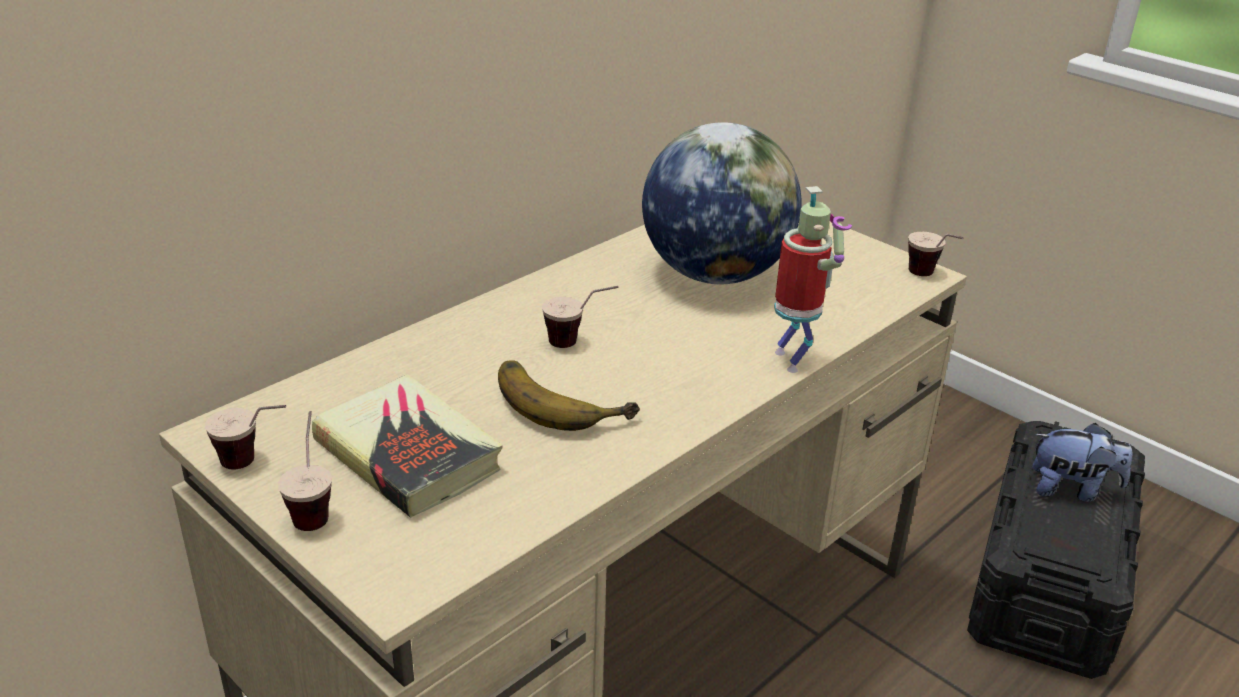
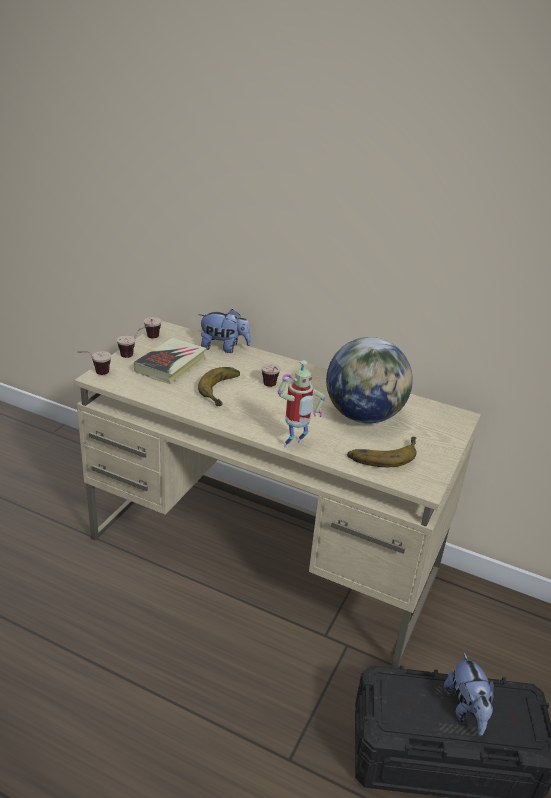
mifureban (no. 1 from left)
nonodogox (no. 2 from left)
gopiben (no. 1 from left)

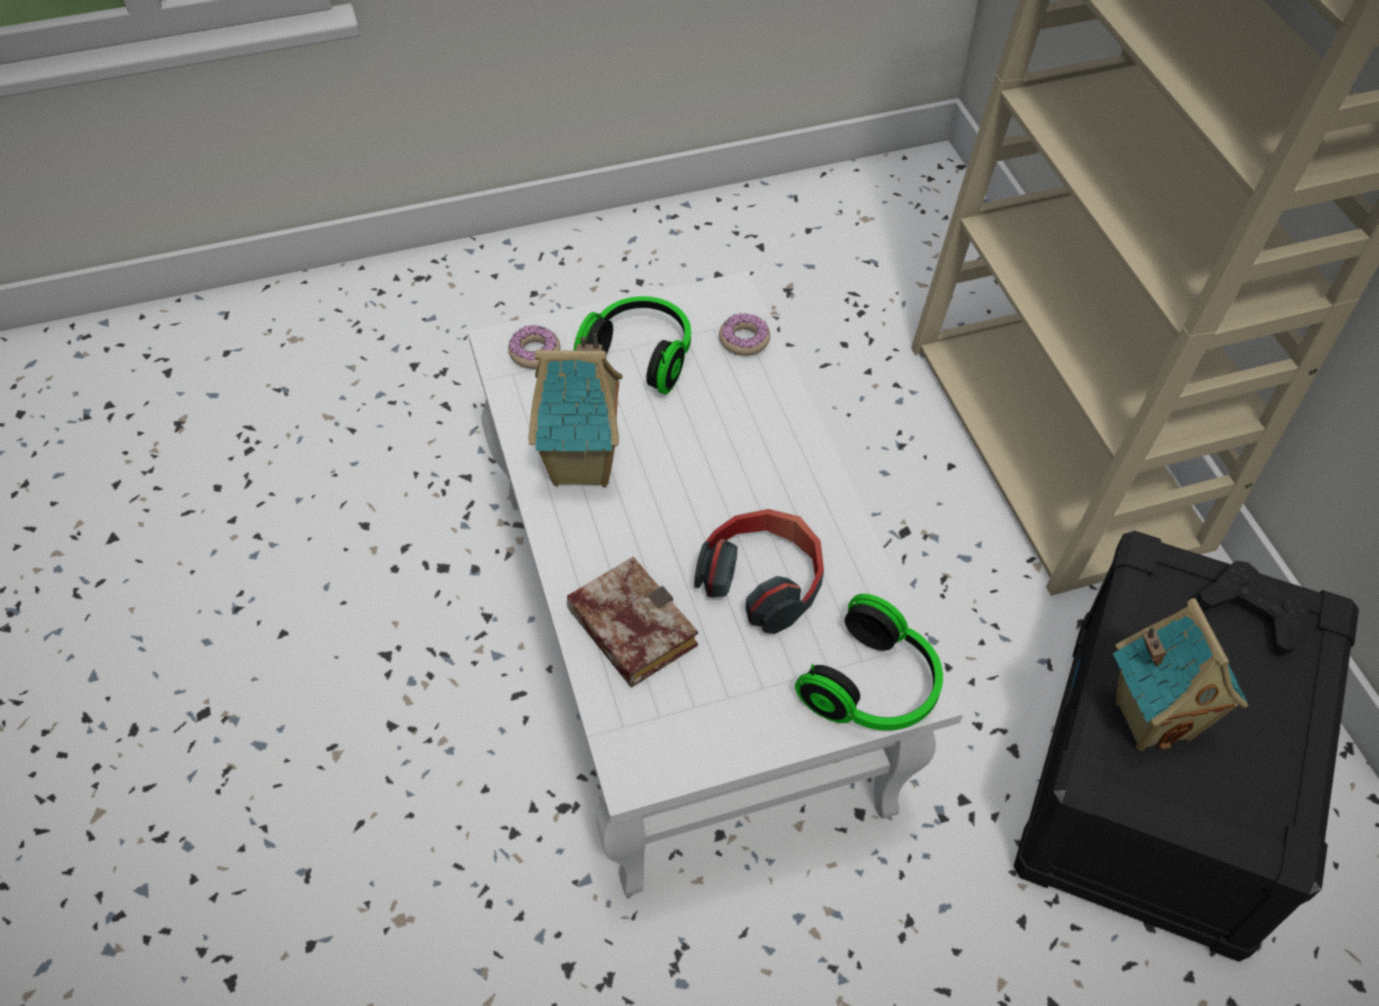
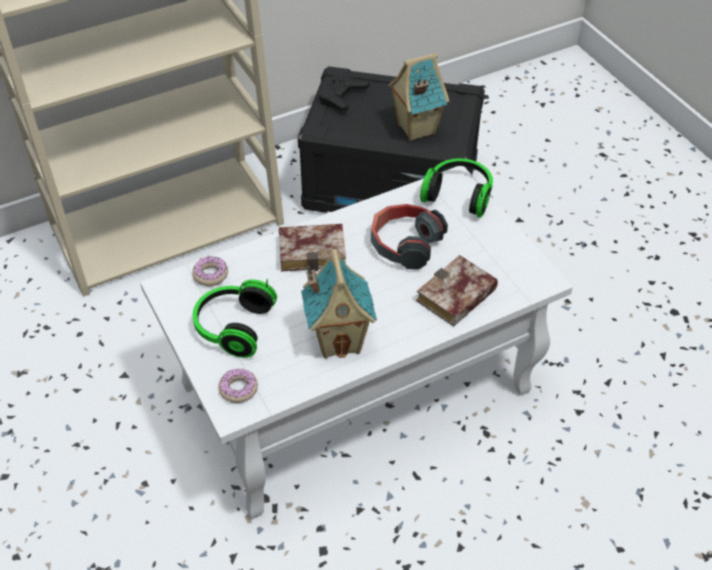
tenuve (no. 1 from left)

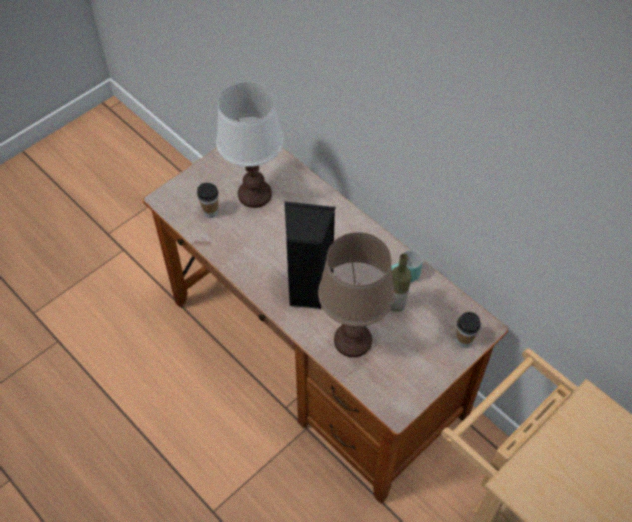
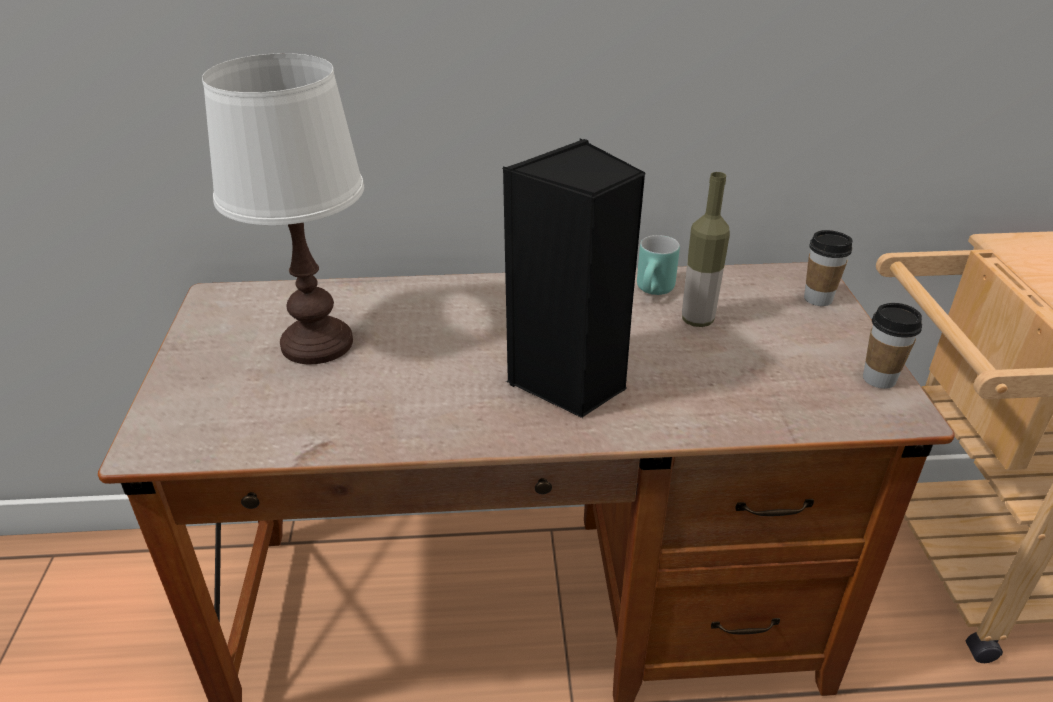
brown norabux
gopiben (no. 2 from left)

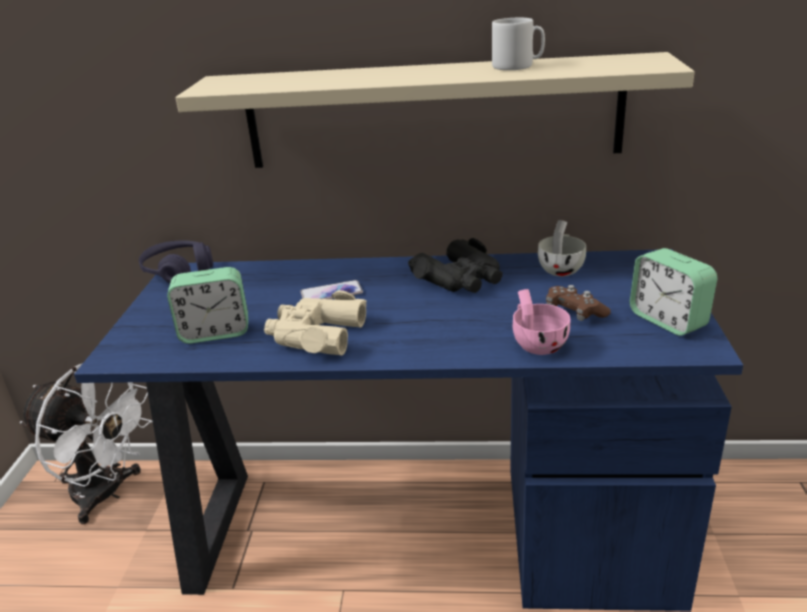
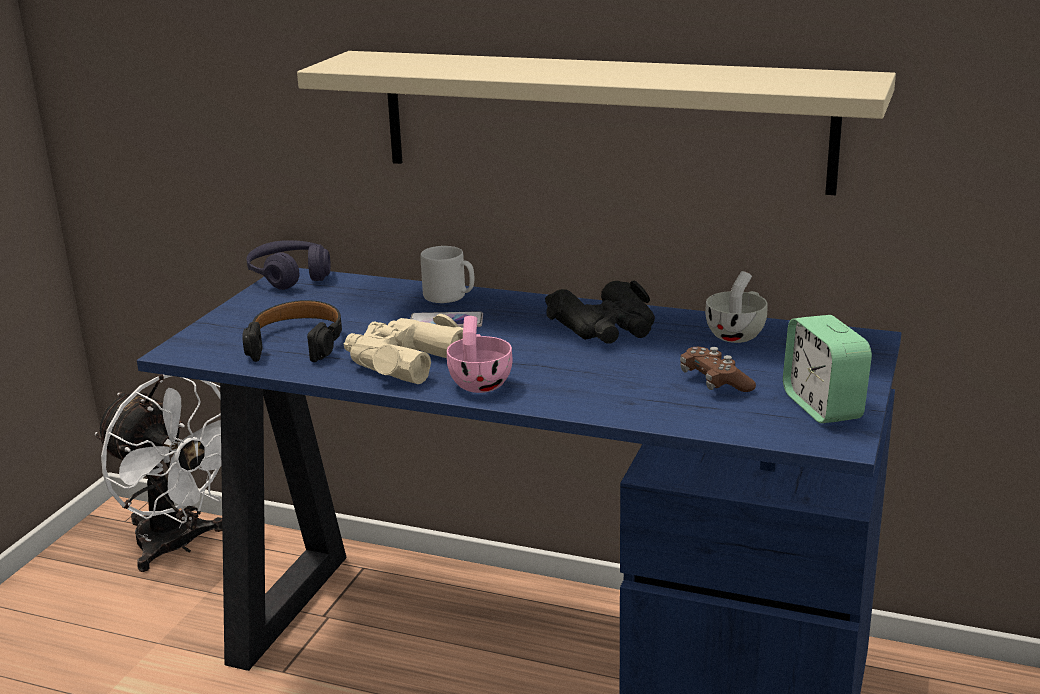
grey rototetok
pink gopiben
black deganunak

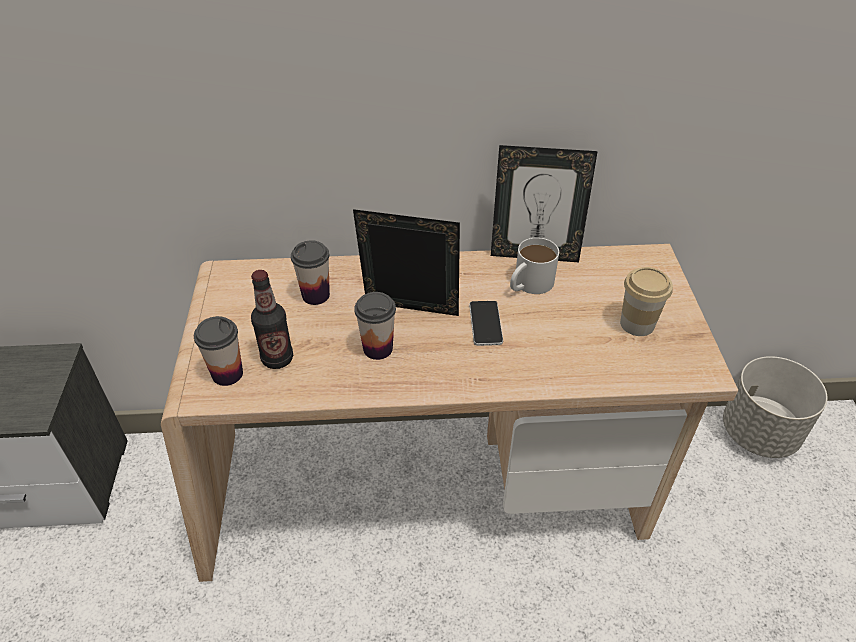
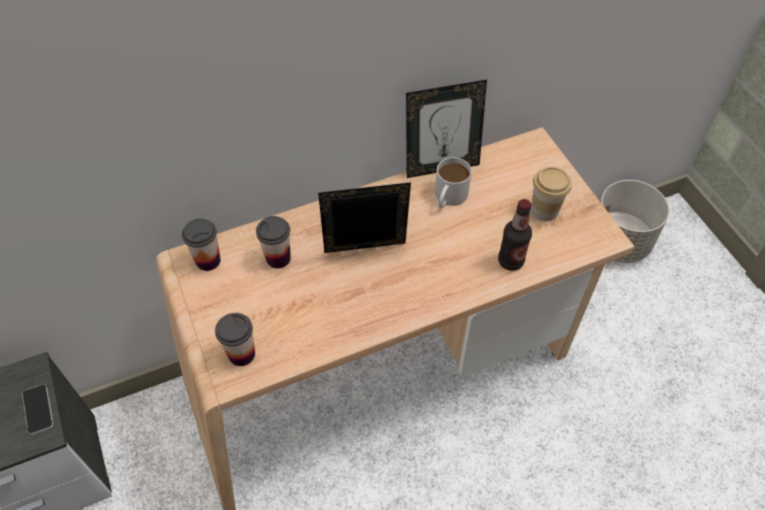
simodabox
gopiben (no. 1 from left)
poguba

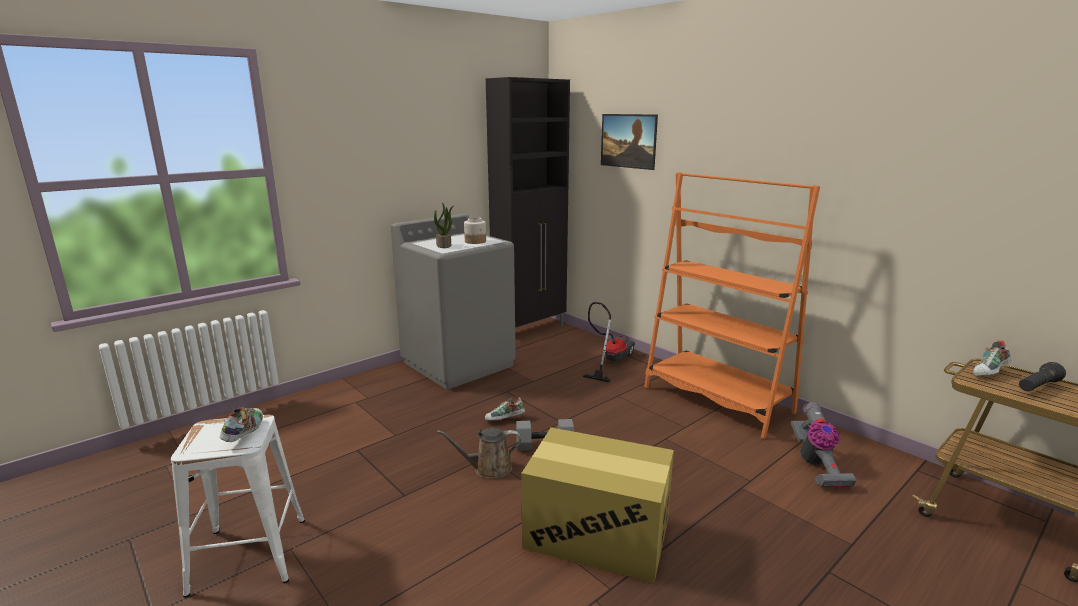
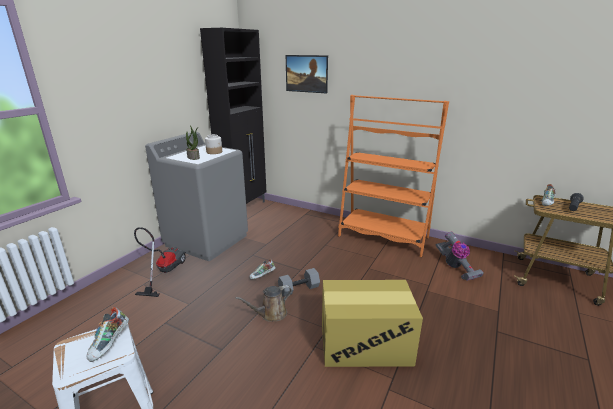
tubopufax (no. 1 from left)
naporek (no. 1 from left)

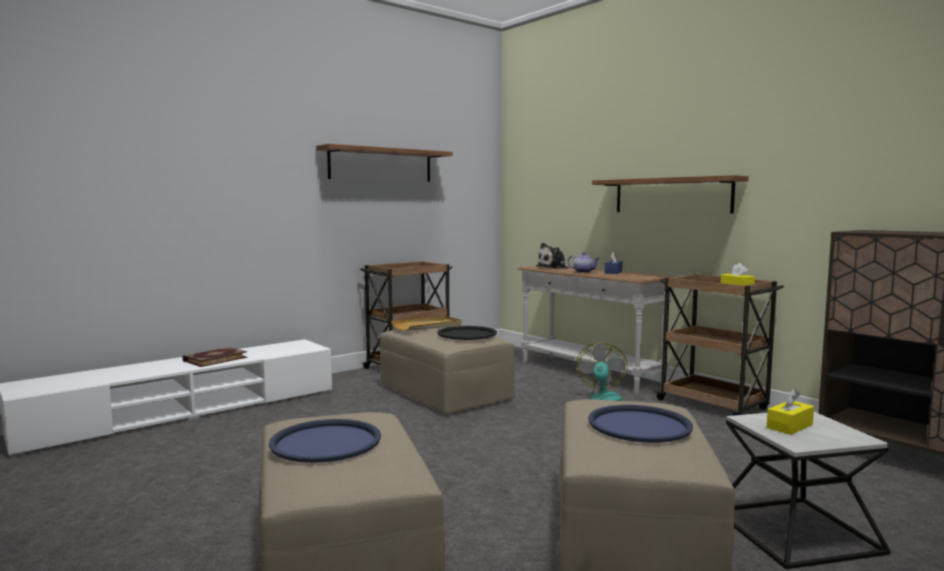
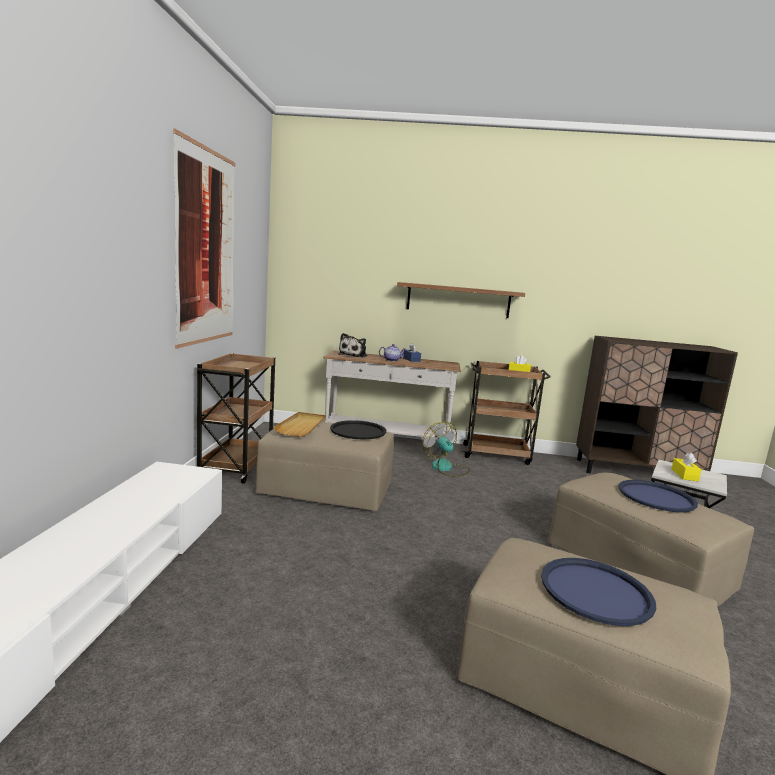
tenuve
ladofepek

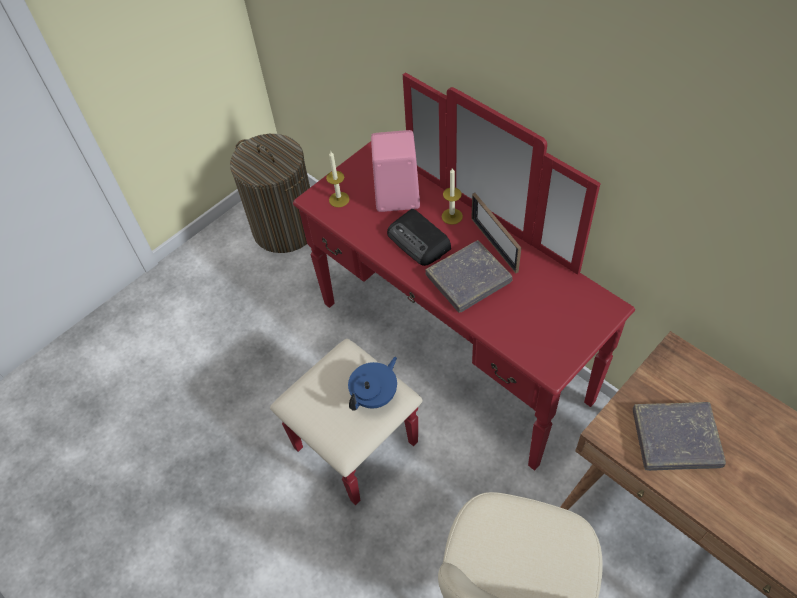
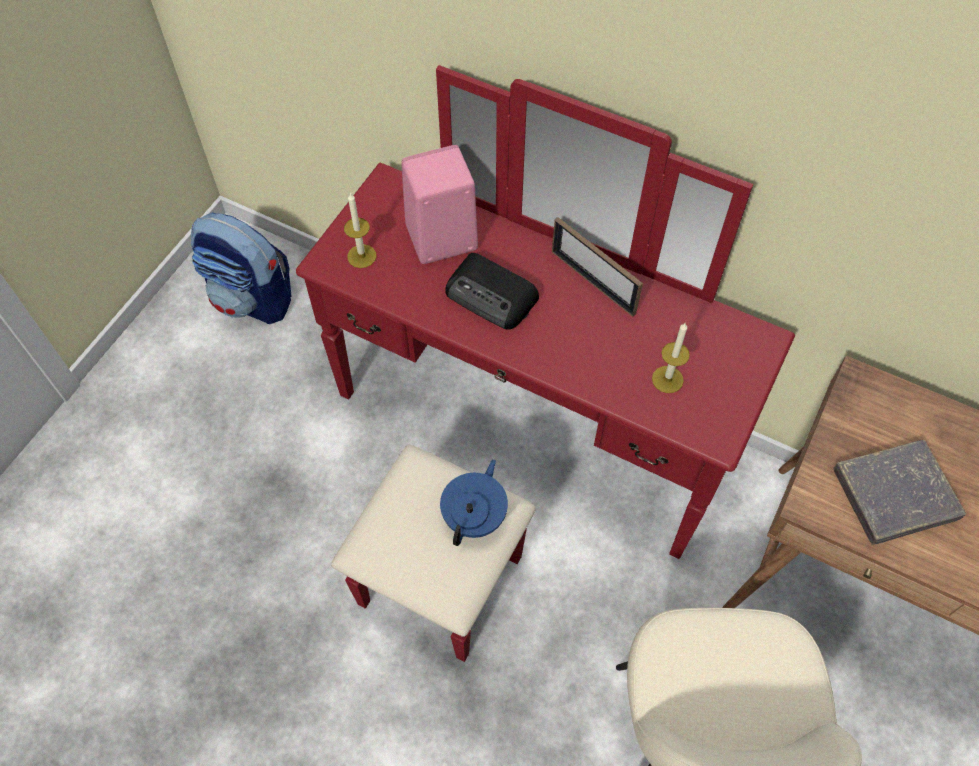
grey tenuve (no. 1 from left in the first image)
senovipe (no. 2 from left)
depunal

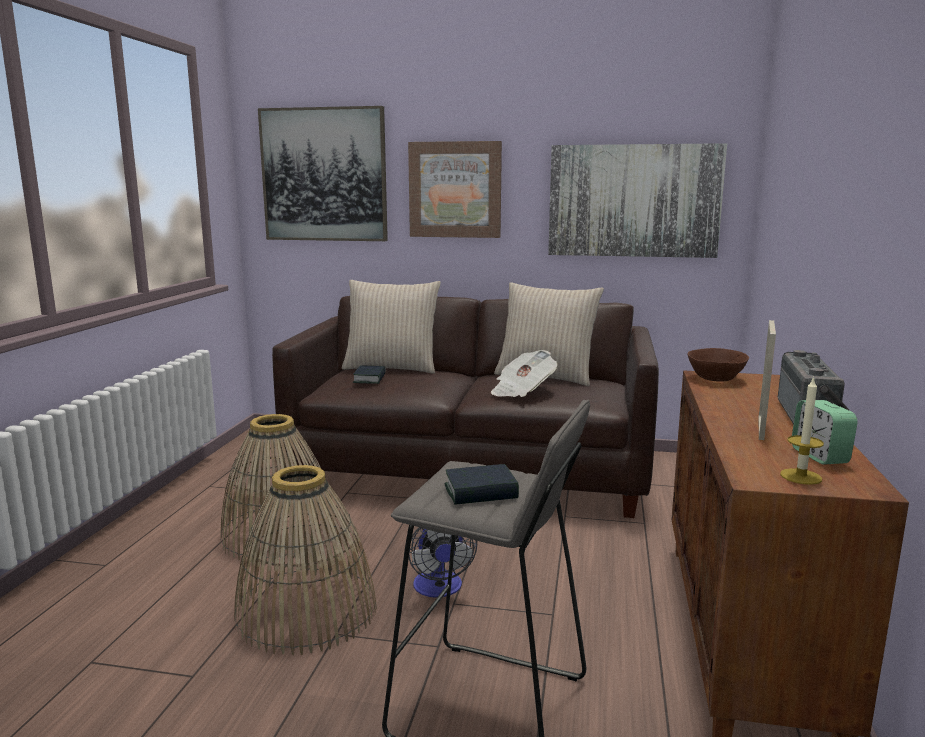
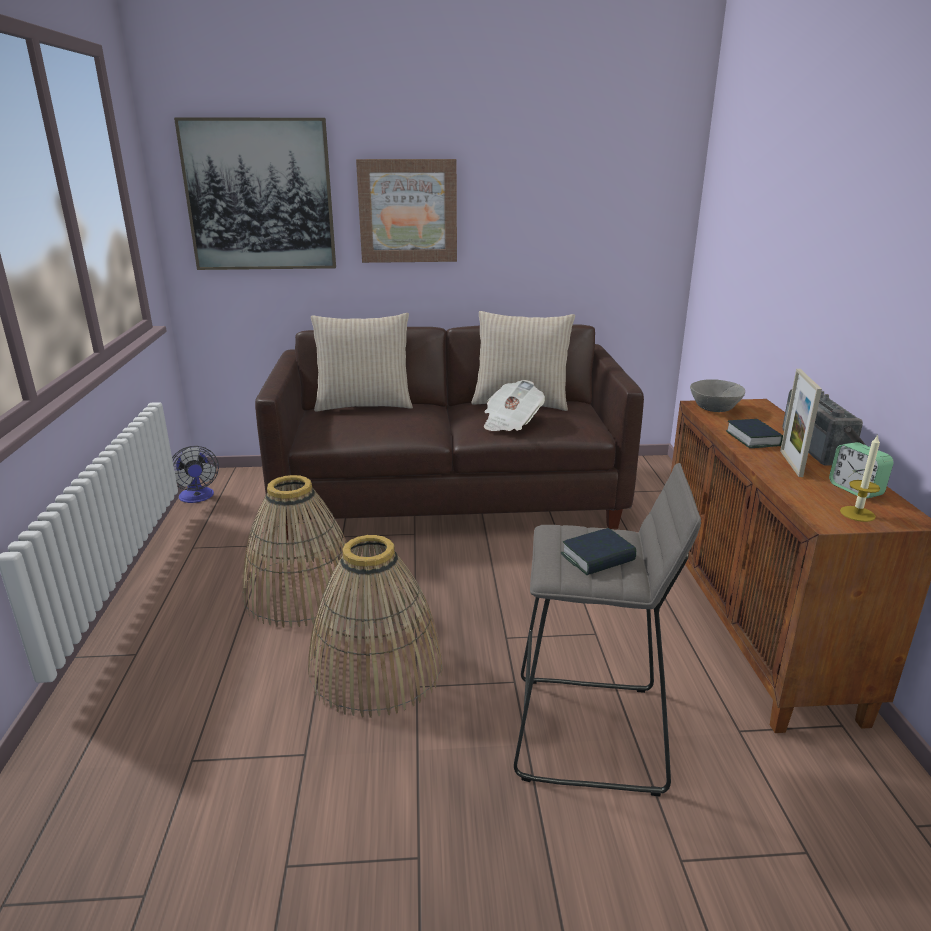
ladofepek (no. 3 from left in the first image)
tenuve (no. 2 from left)
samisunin
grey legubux

